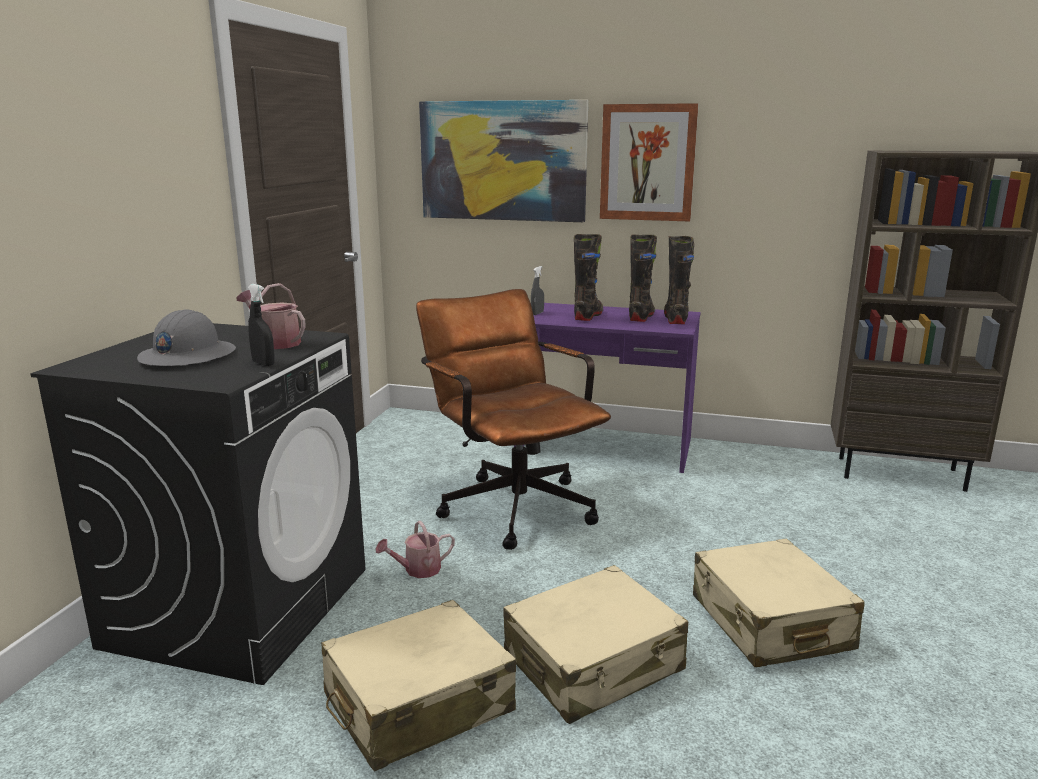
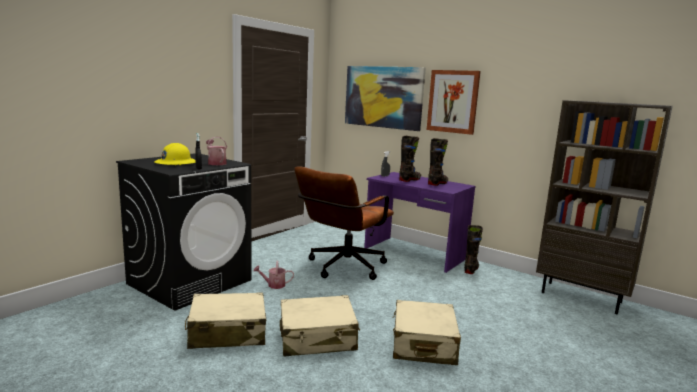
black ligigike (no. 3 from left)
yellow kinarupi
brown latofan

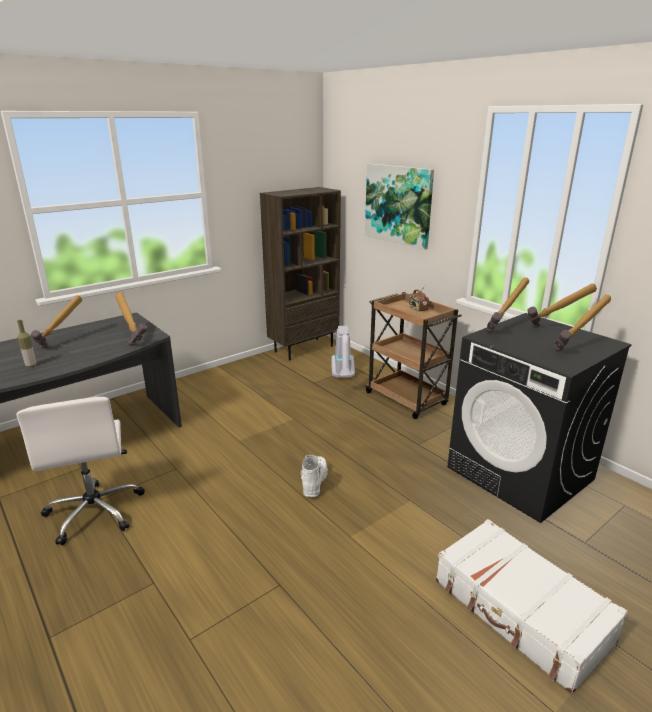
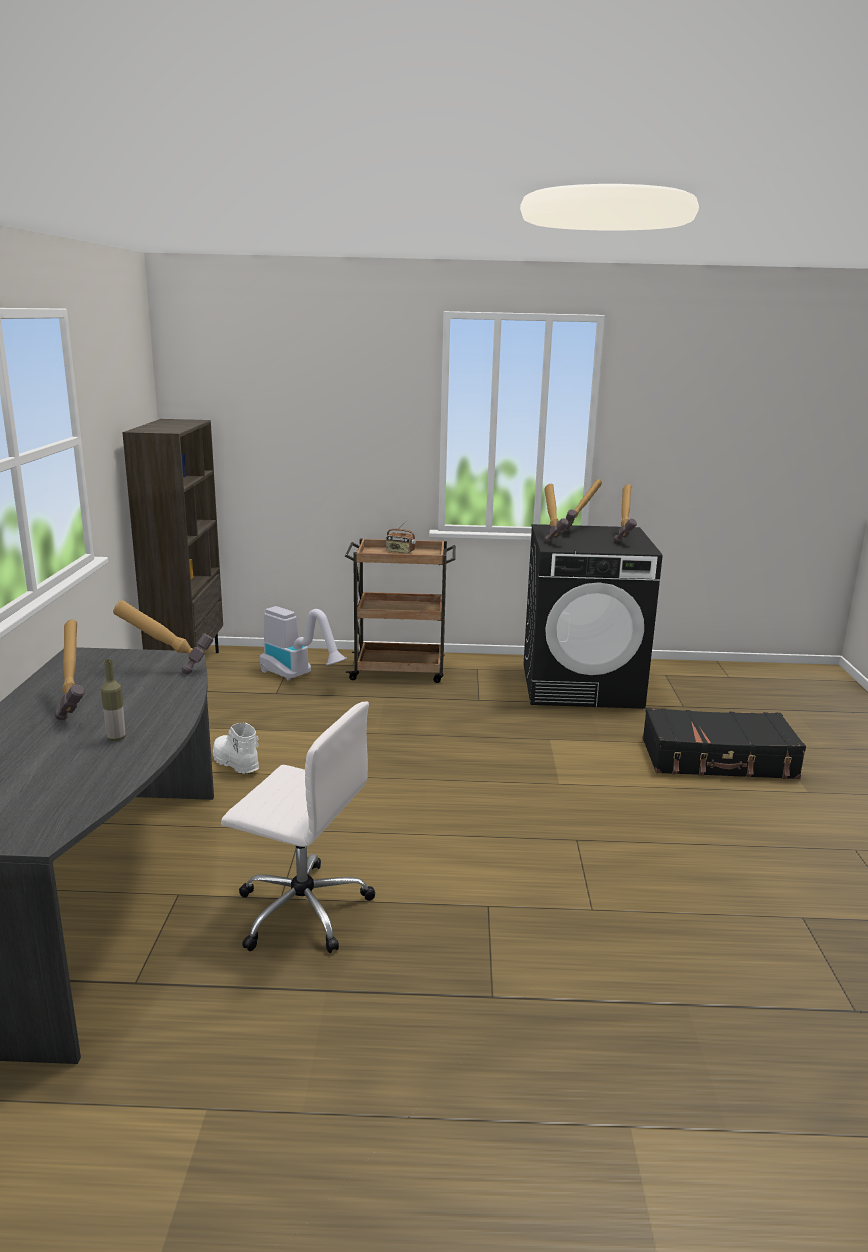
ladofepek
white ligigike
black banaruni

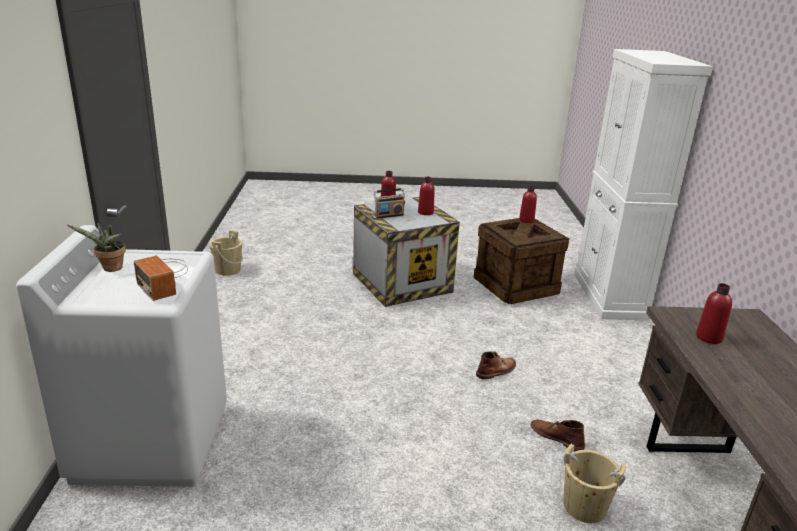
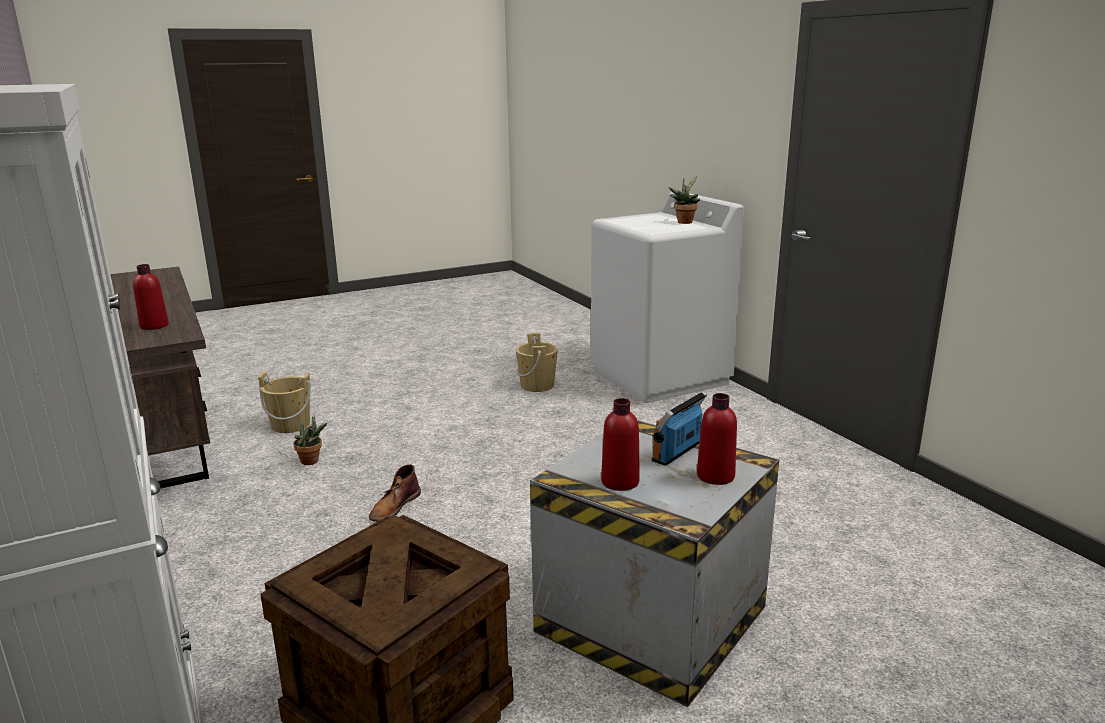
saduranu (no. 1 from left in the first image)
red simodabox (no. 3 from left in the first image)
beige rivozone (no. 2 from left)
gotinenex (no. 1 from left)

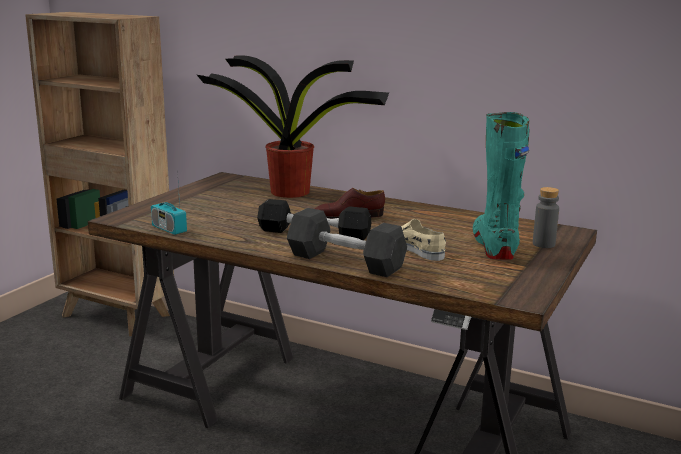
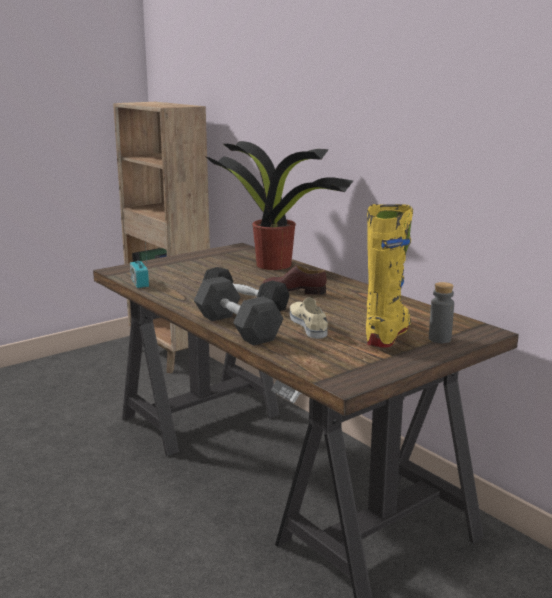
yellow ligigike

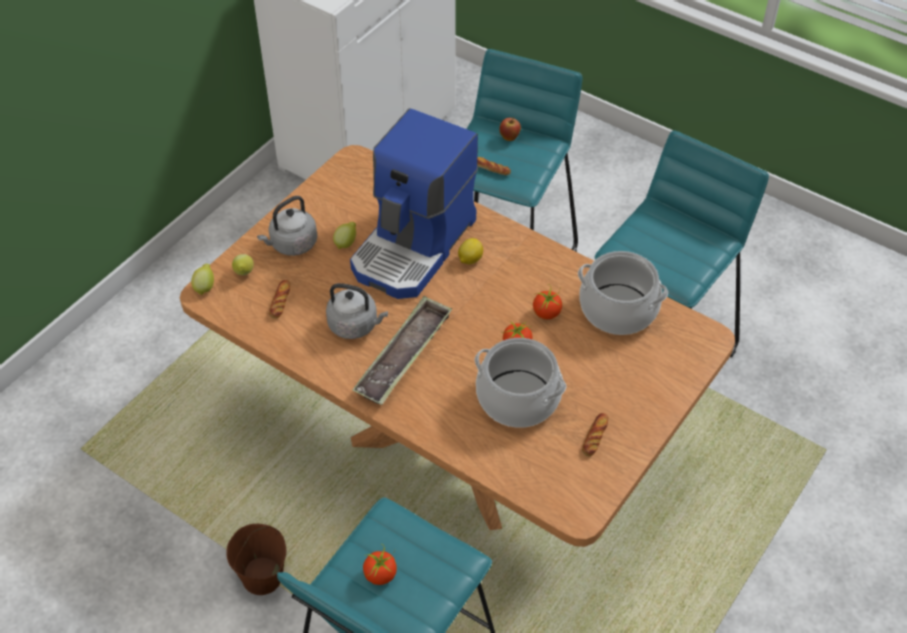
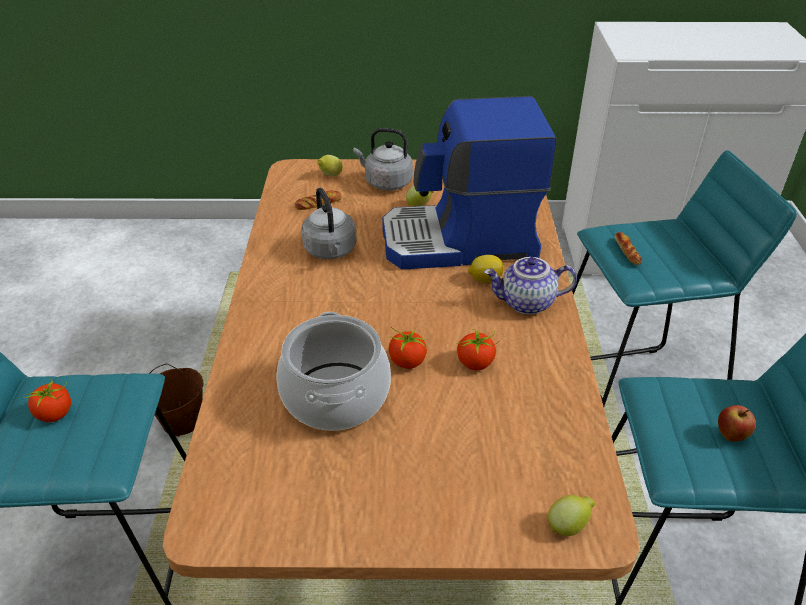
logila
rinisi (no. 2 from left in the first image)
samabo (no. 3 from left in the first image)
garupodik
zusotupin (no. 4 from left)
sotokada

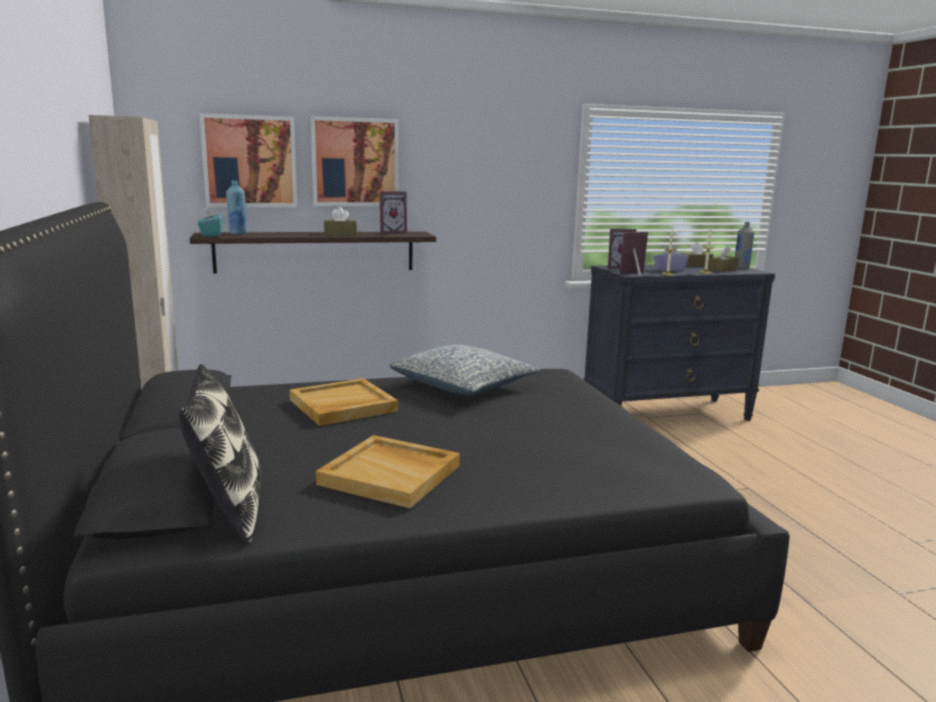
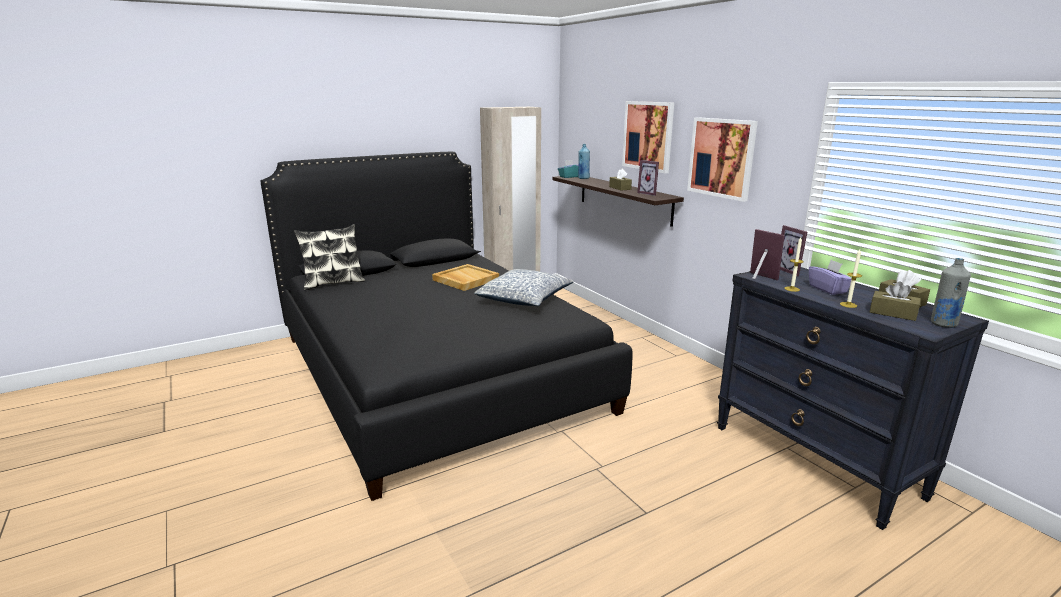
beige logila (no. 2 from left in the first image)
ladofepek (no. 2 from left)

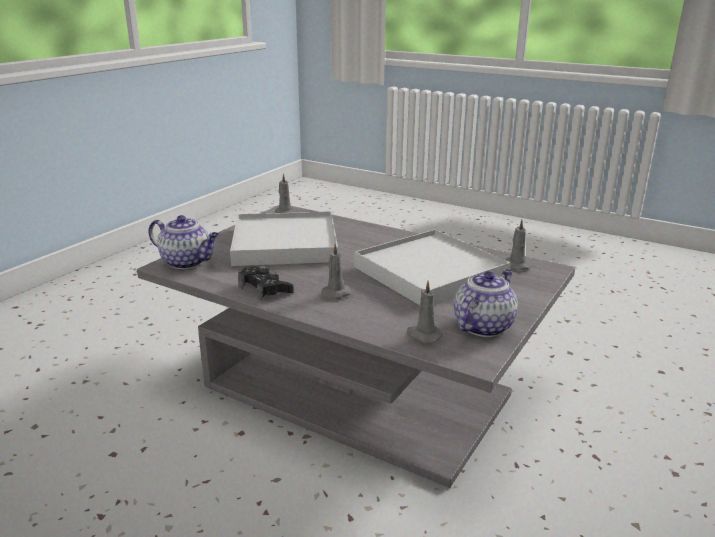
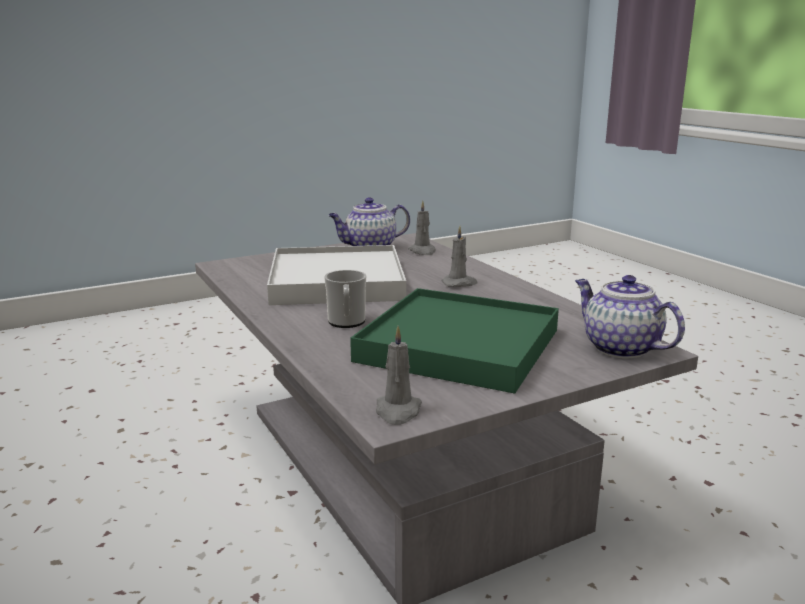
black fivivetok
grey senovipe (no. 4 from left in the first image)
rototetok
green logila

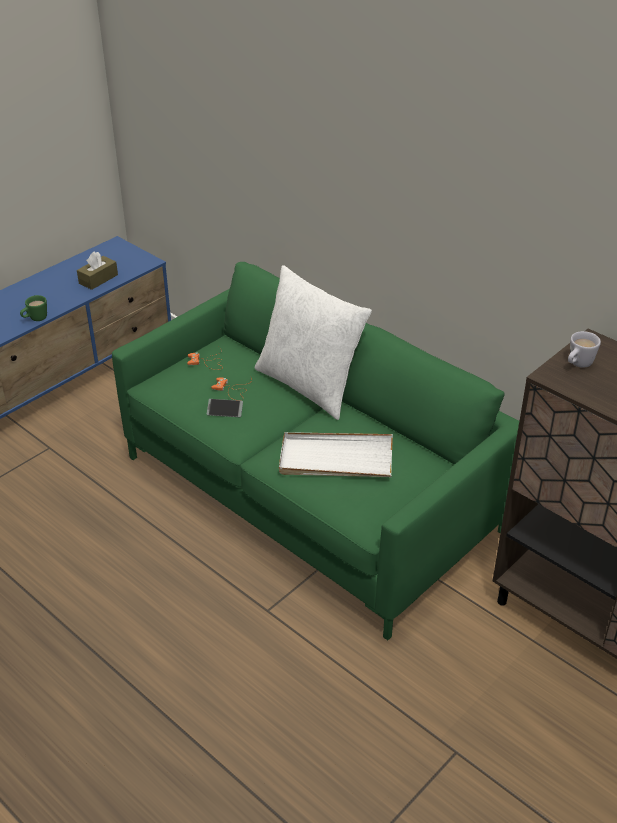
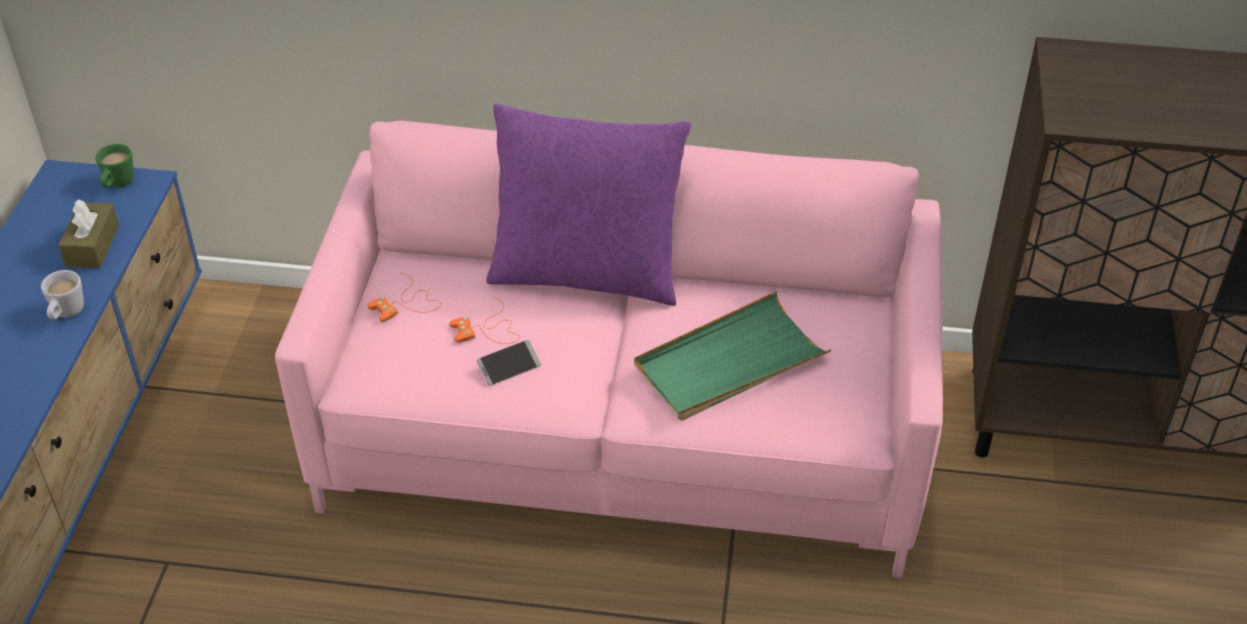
green rototetok
white rototetok
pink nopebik
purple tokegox
green logila

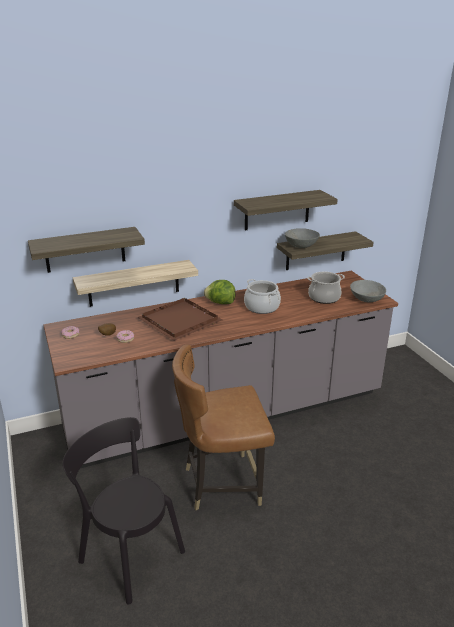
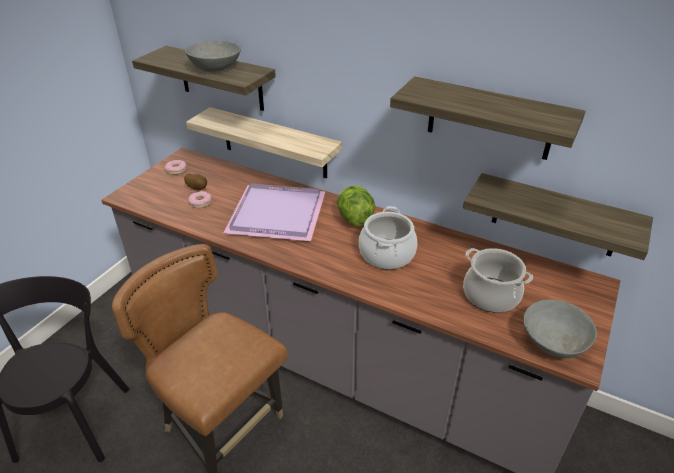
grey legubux (no. 1 from left)
purple logila

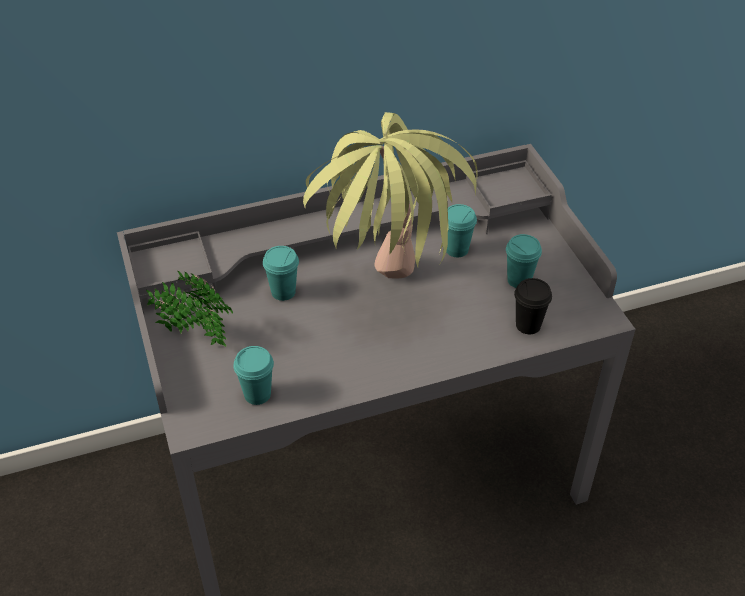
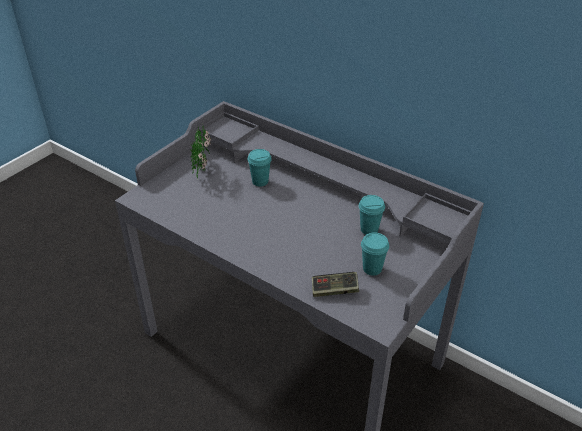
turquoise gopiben (no. 1 from left in the first image)
gotinenex (no. 2 from left in the first image)
fivivetok

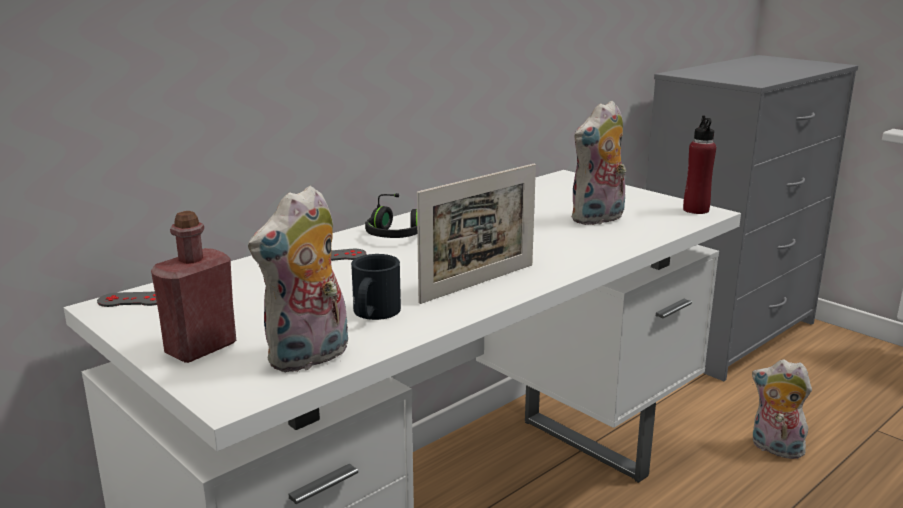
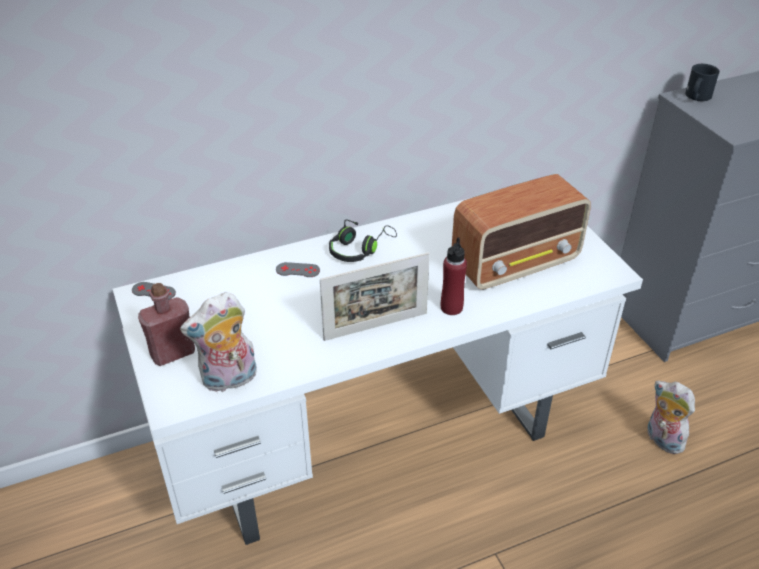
black rototetok
red simodabox (no. 2 from left)
saduranu

